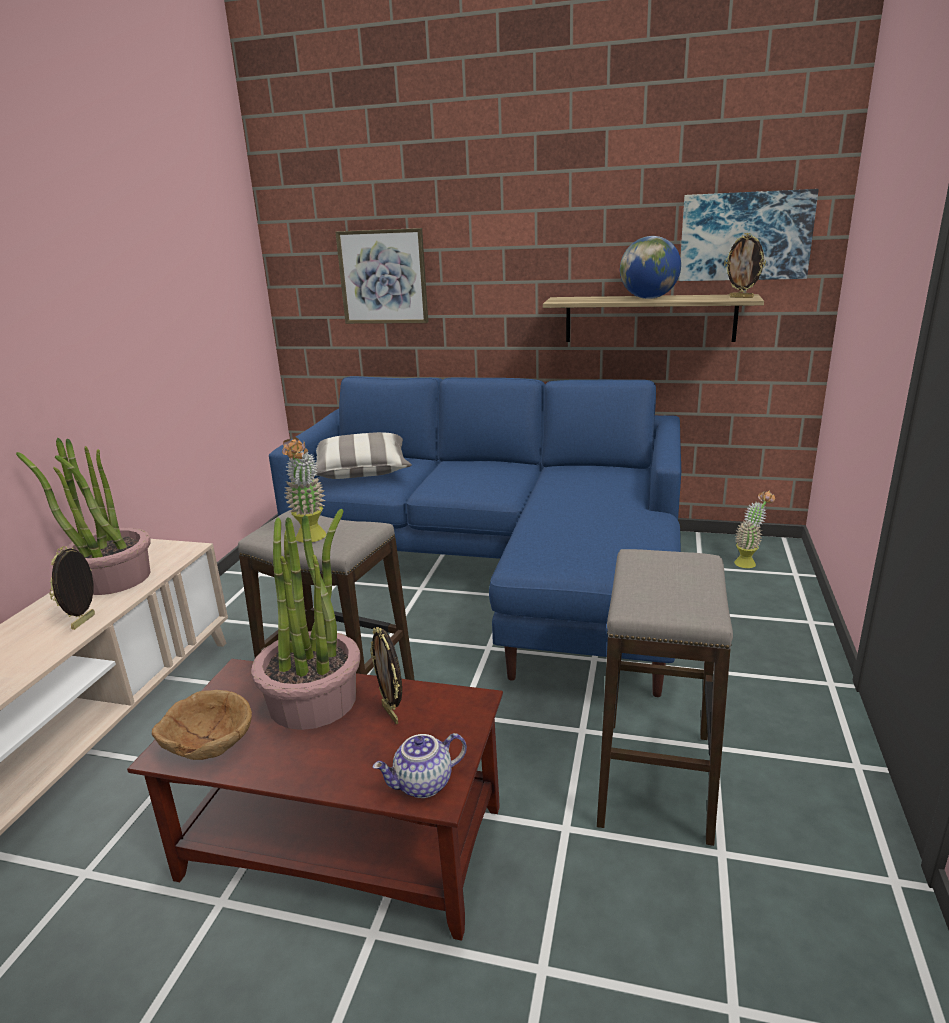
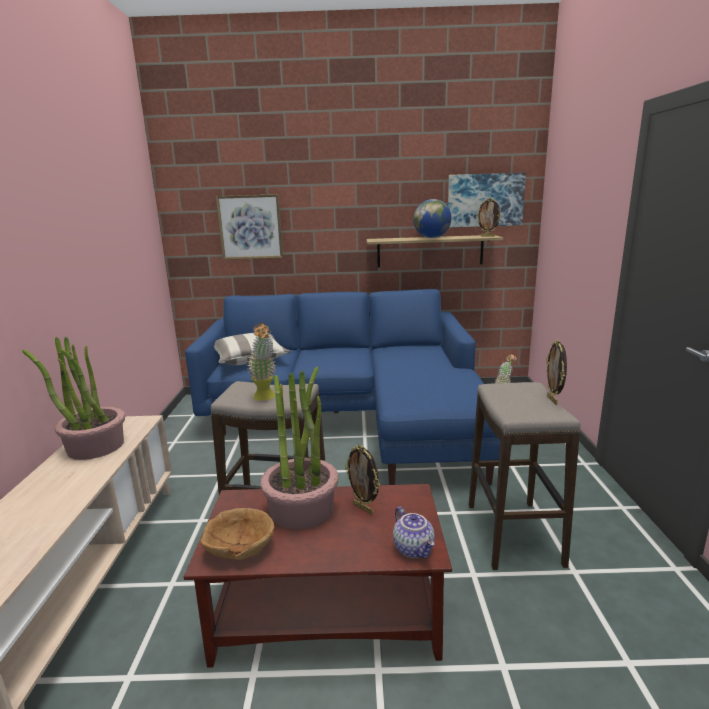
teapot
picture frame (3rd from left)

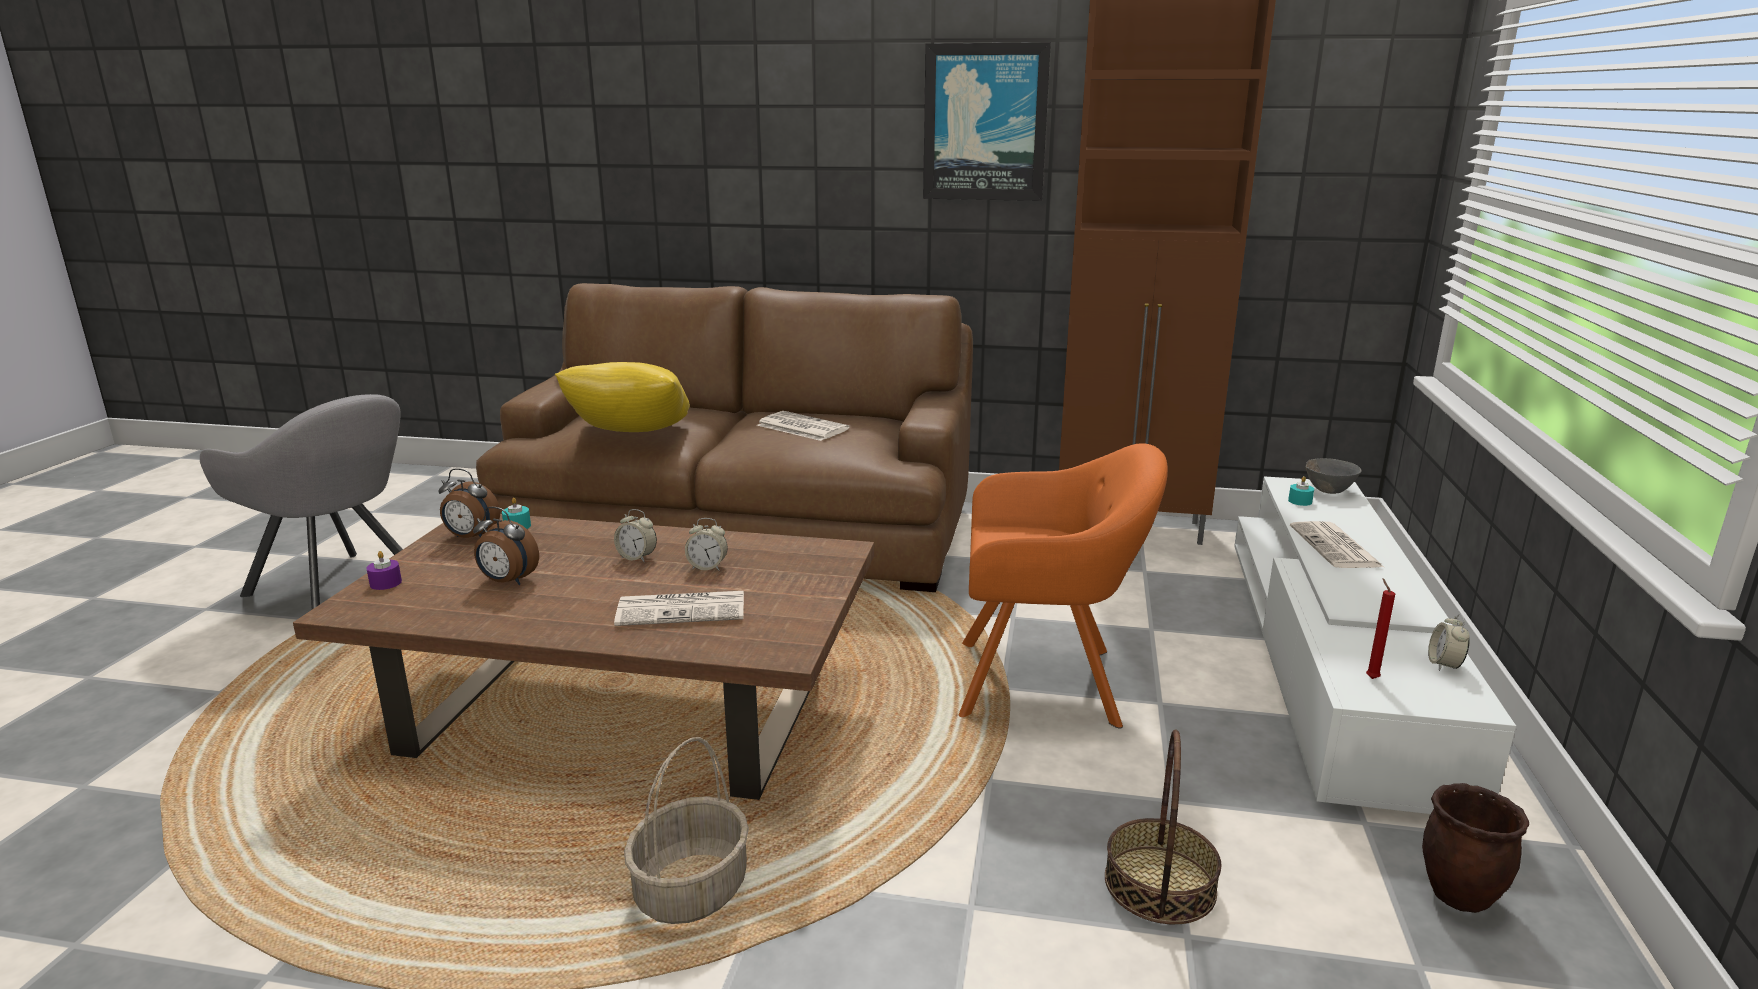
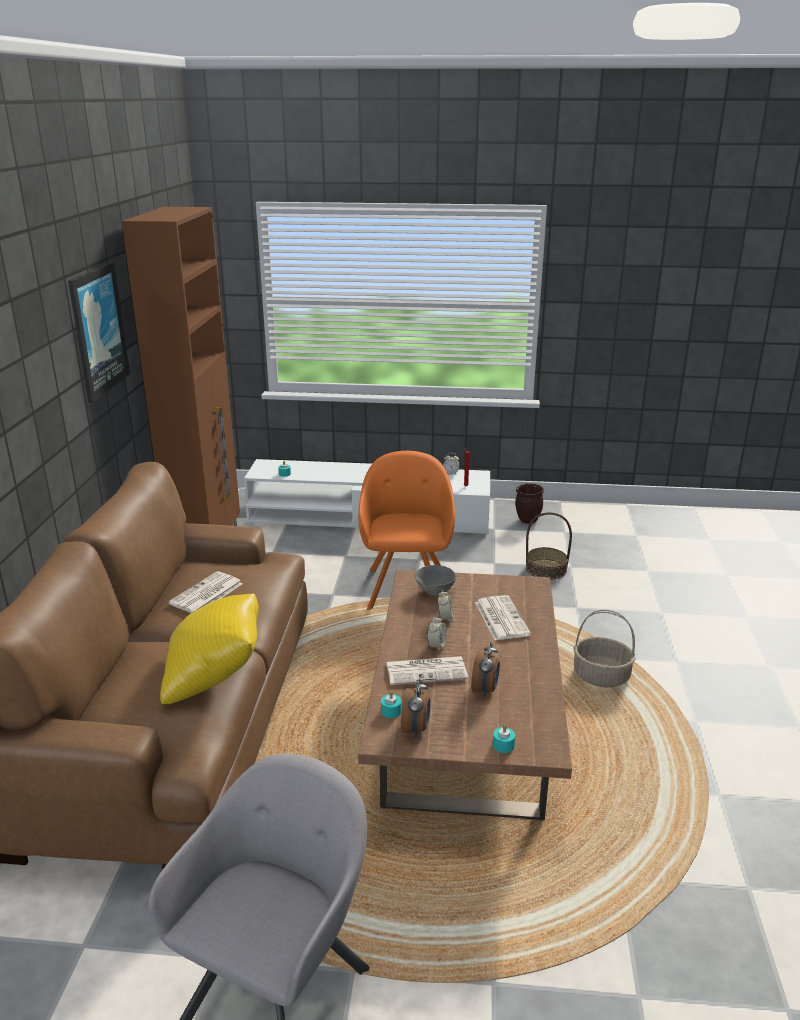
printed paper (2nd from left)
greyish bowl
turquoise-coloured wax light (3rd from left)

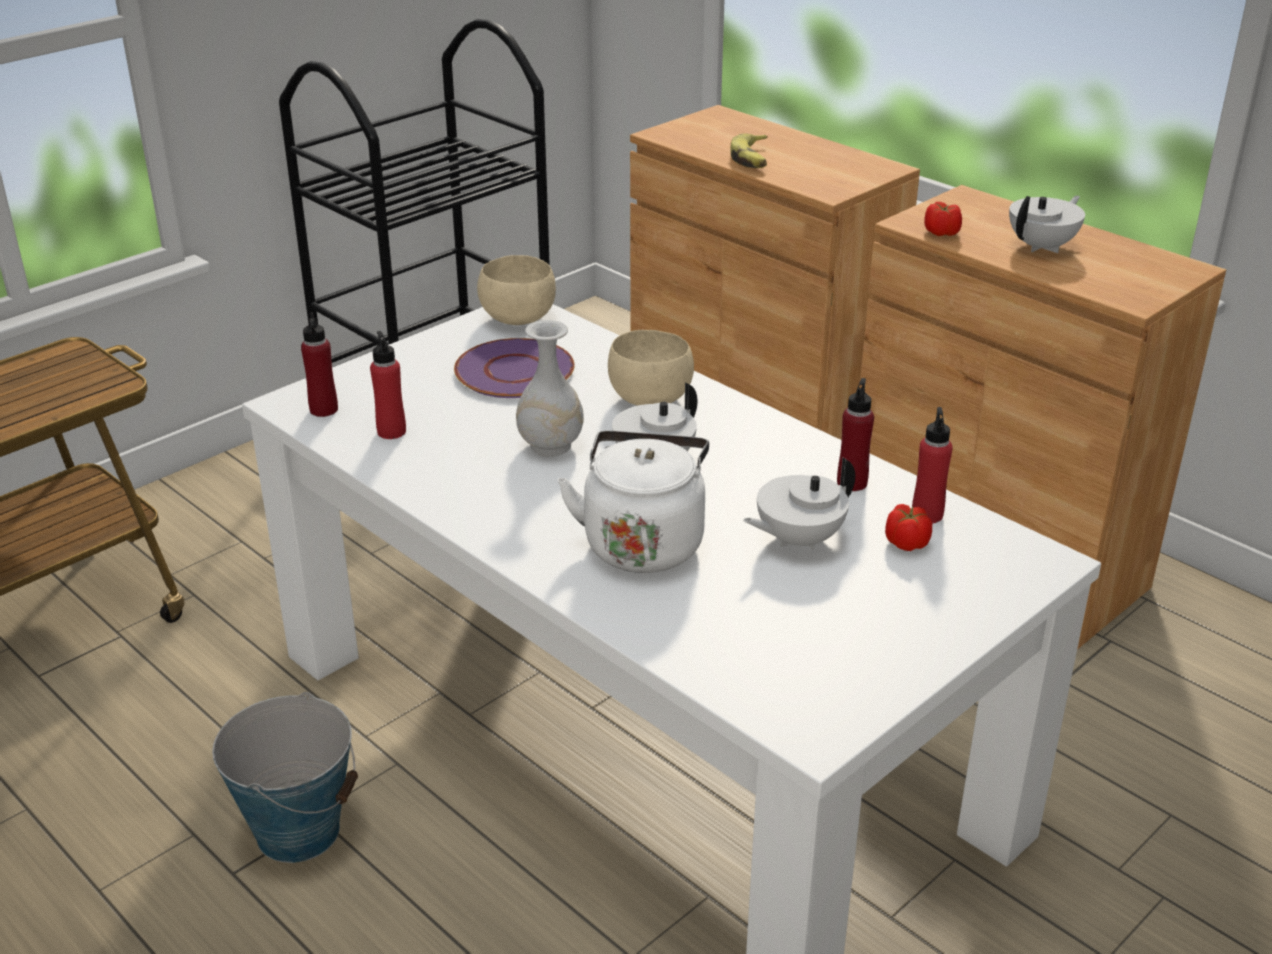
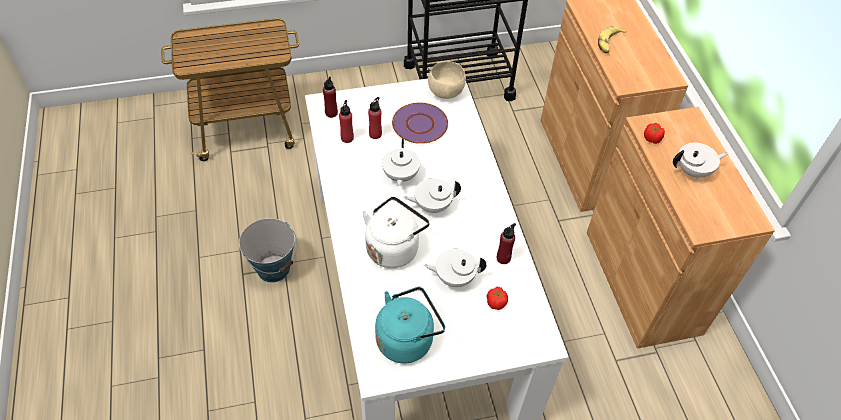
red beverage bottle (3rd from left)
turquoise-coloured tea kettle
white-coloured teapot (1st from left)
beige bowl (2nd from left in the first image)

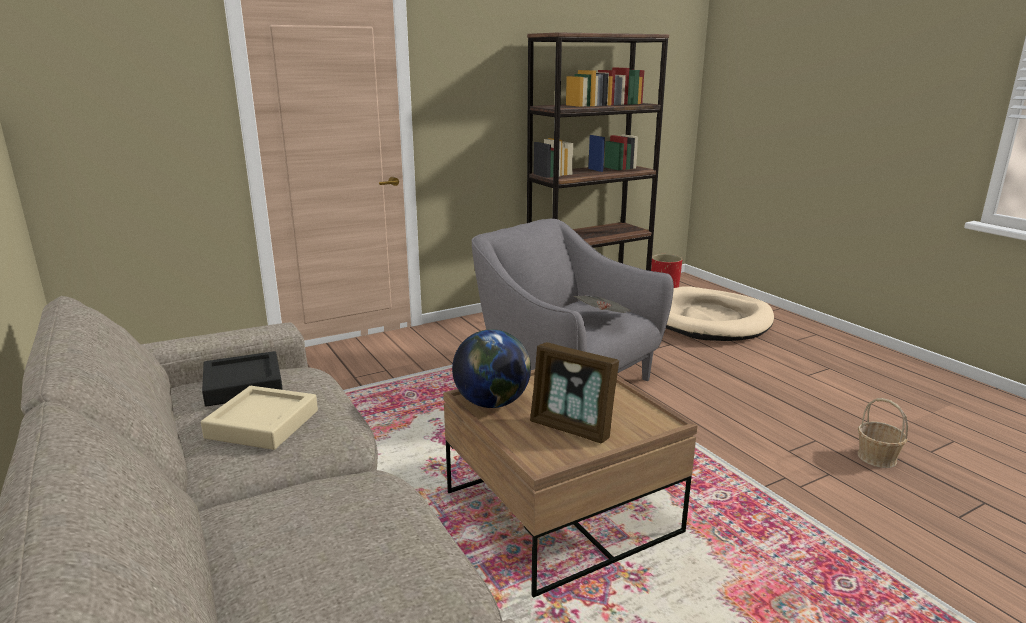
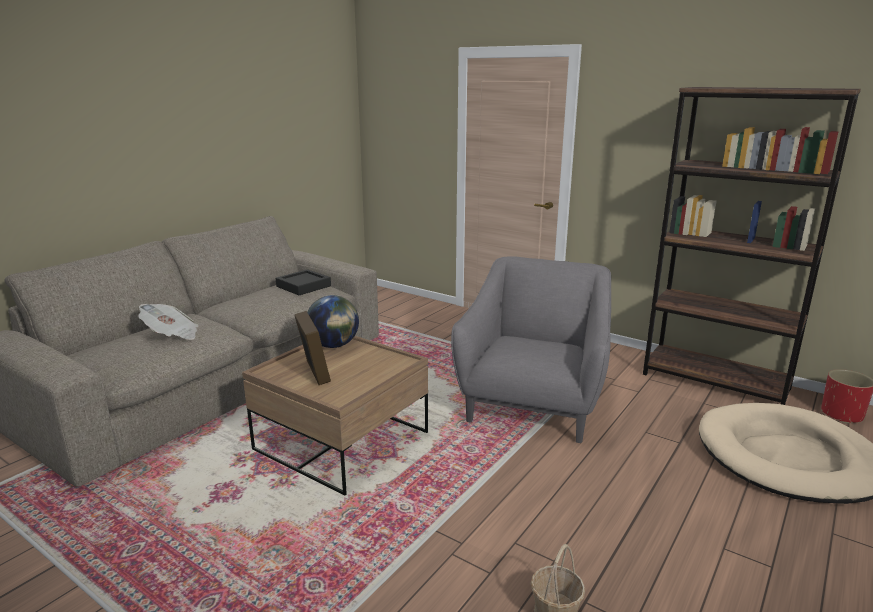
printed paper
picture frame
beige serving tray

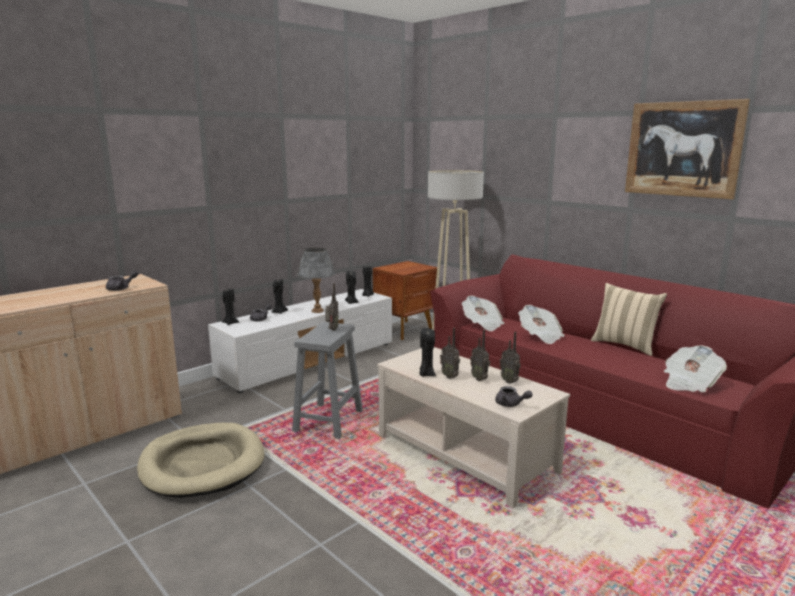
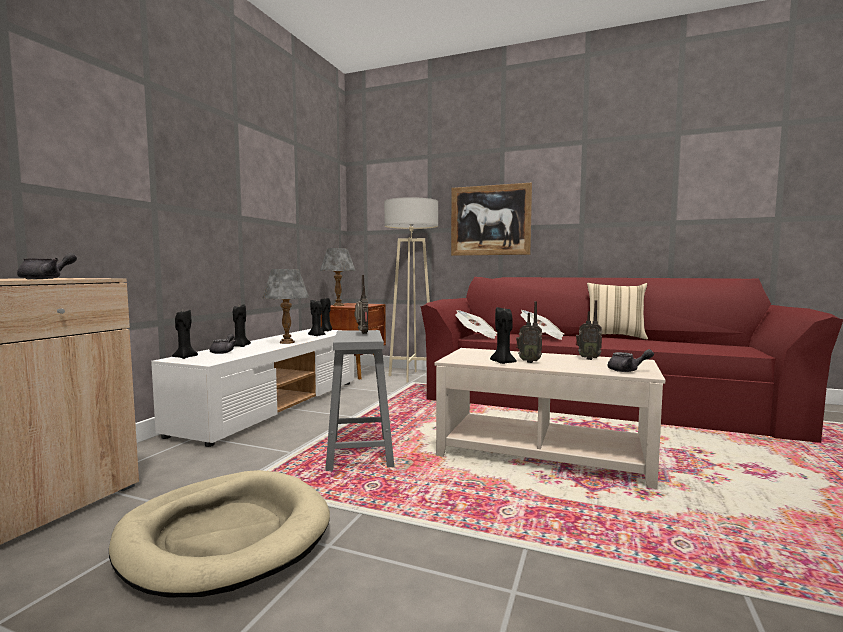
greyish table lamp (2nd from left)
wall picture
radio set (3rd from left in the first image)
printed paper (3rd from left in the first image)

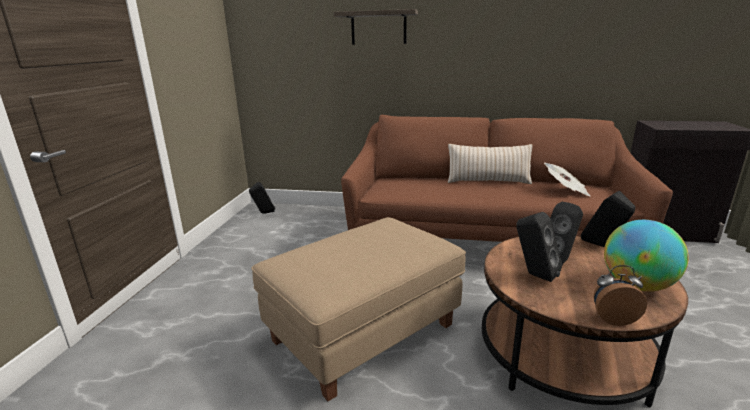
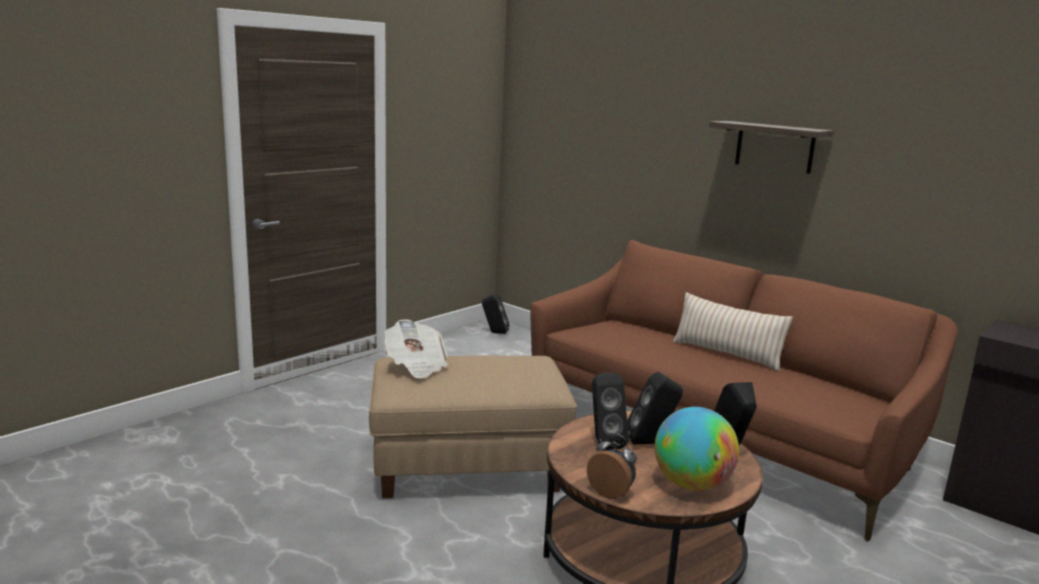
printed paper
wall shelf

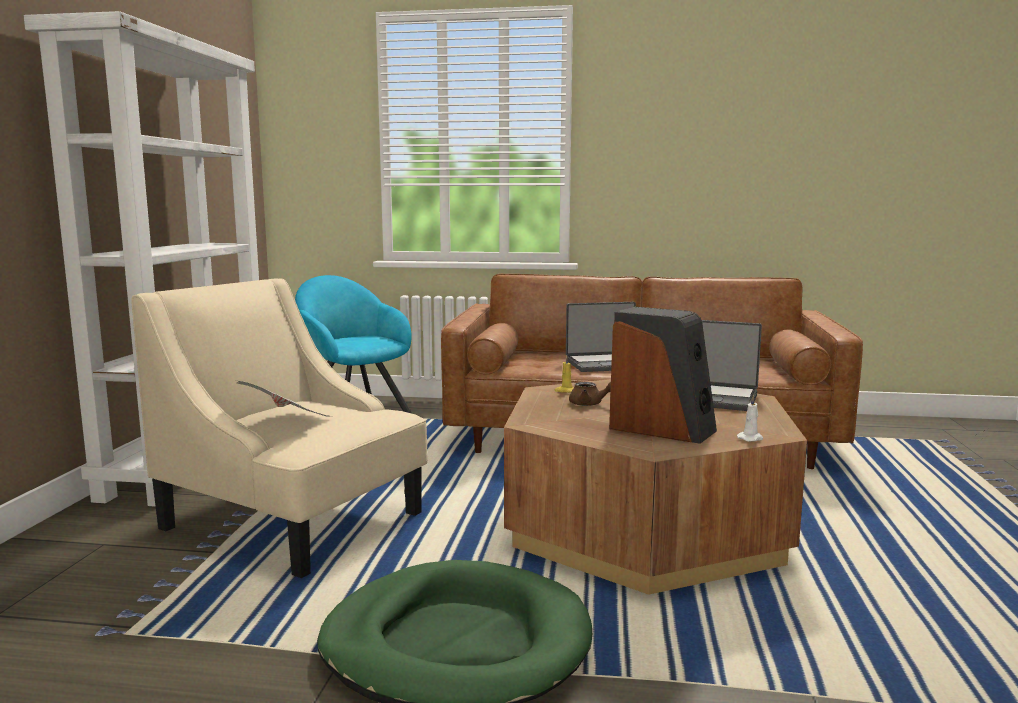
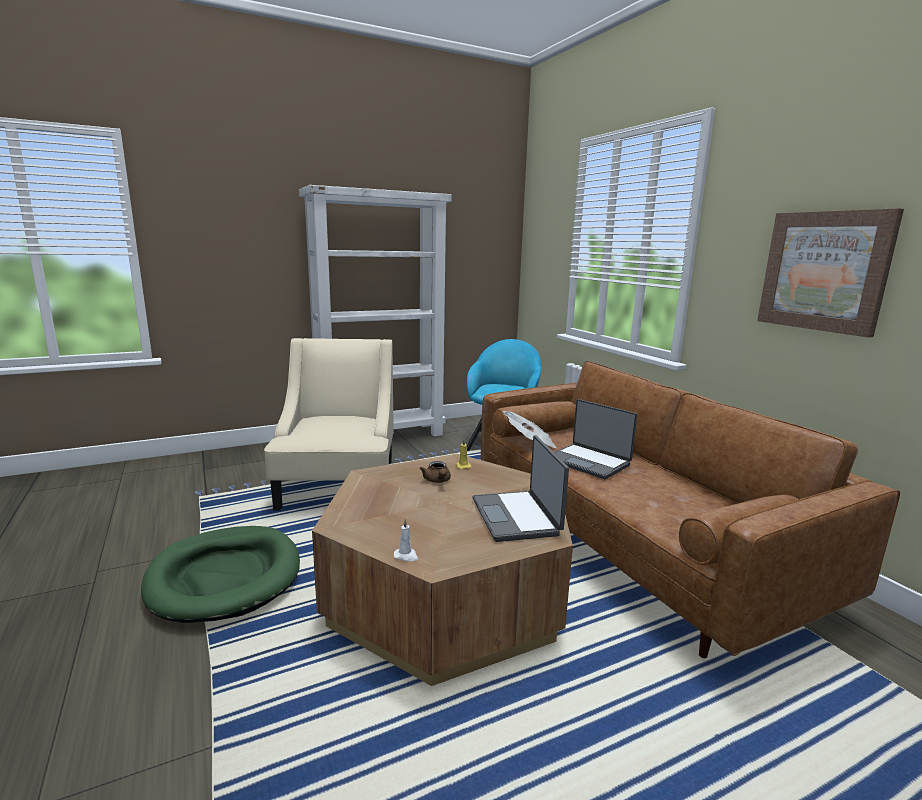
printed paper
wall picture
audio speaker

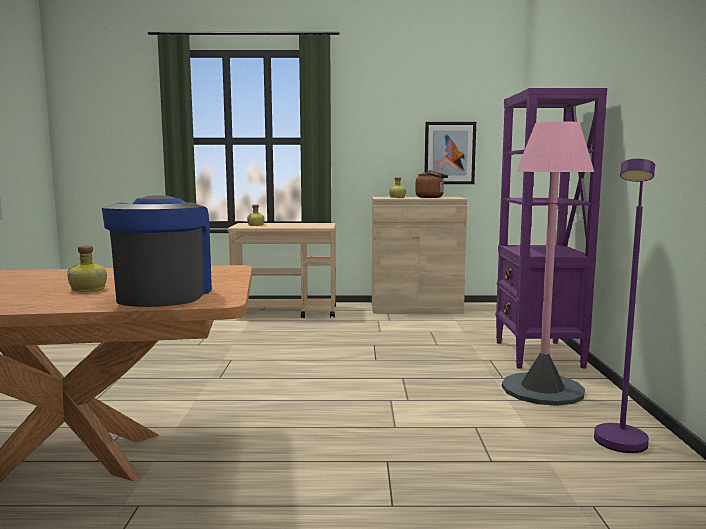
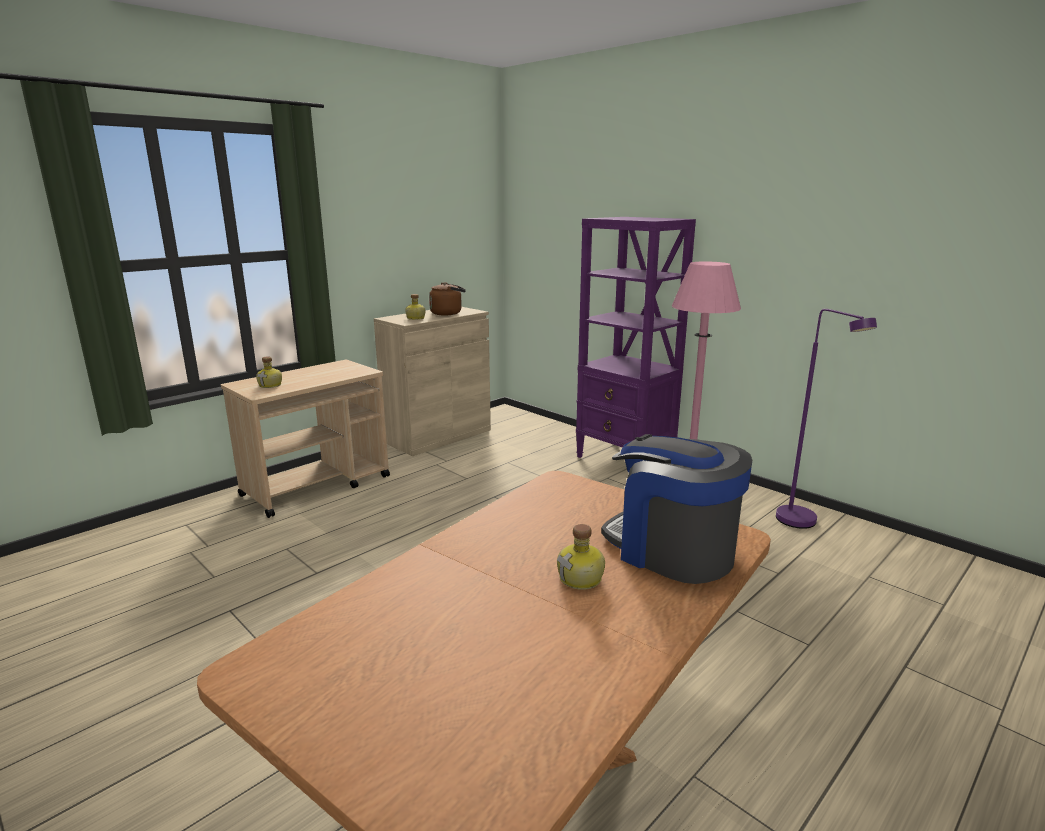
wall picture

